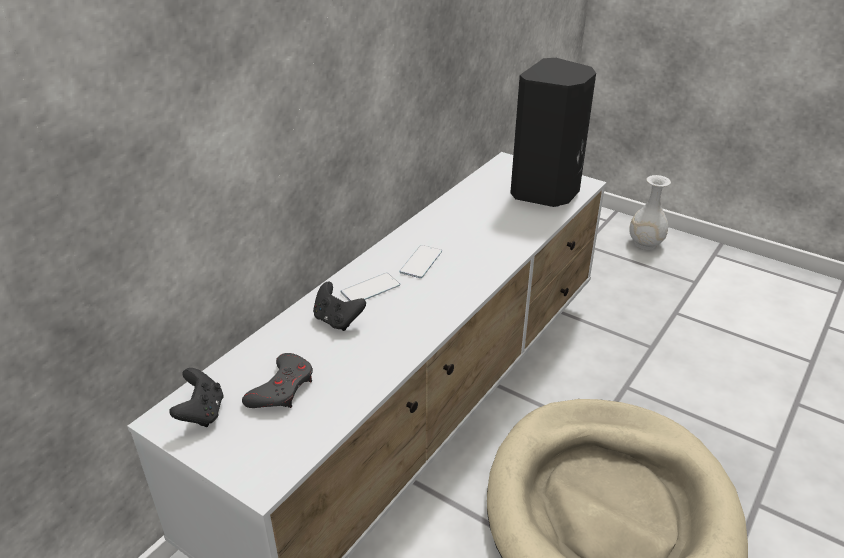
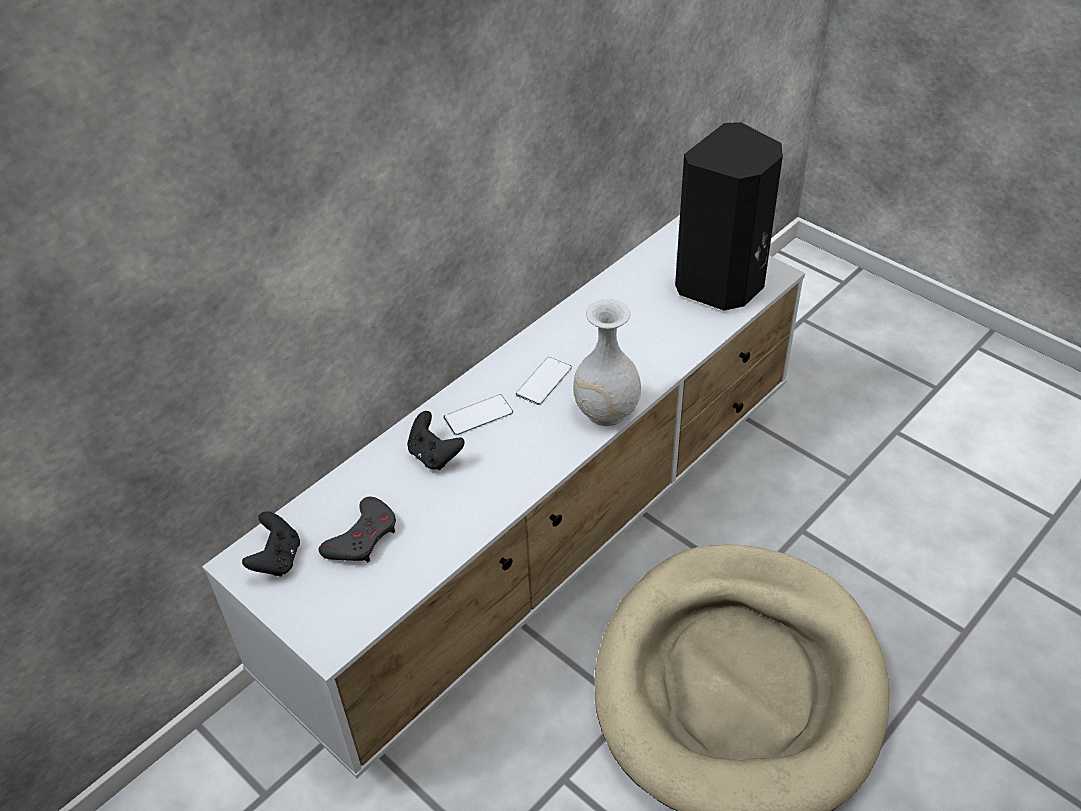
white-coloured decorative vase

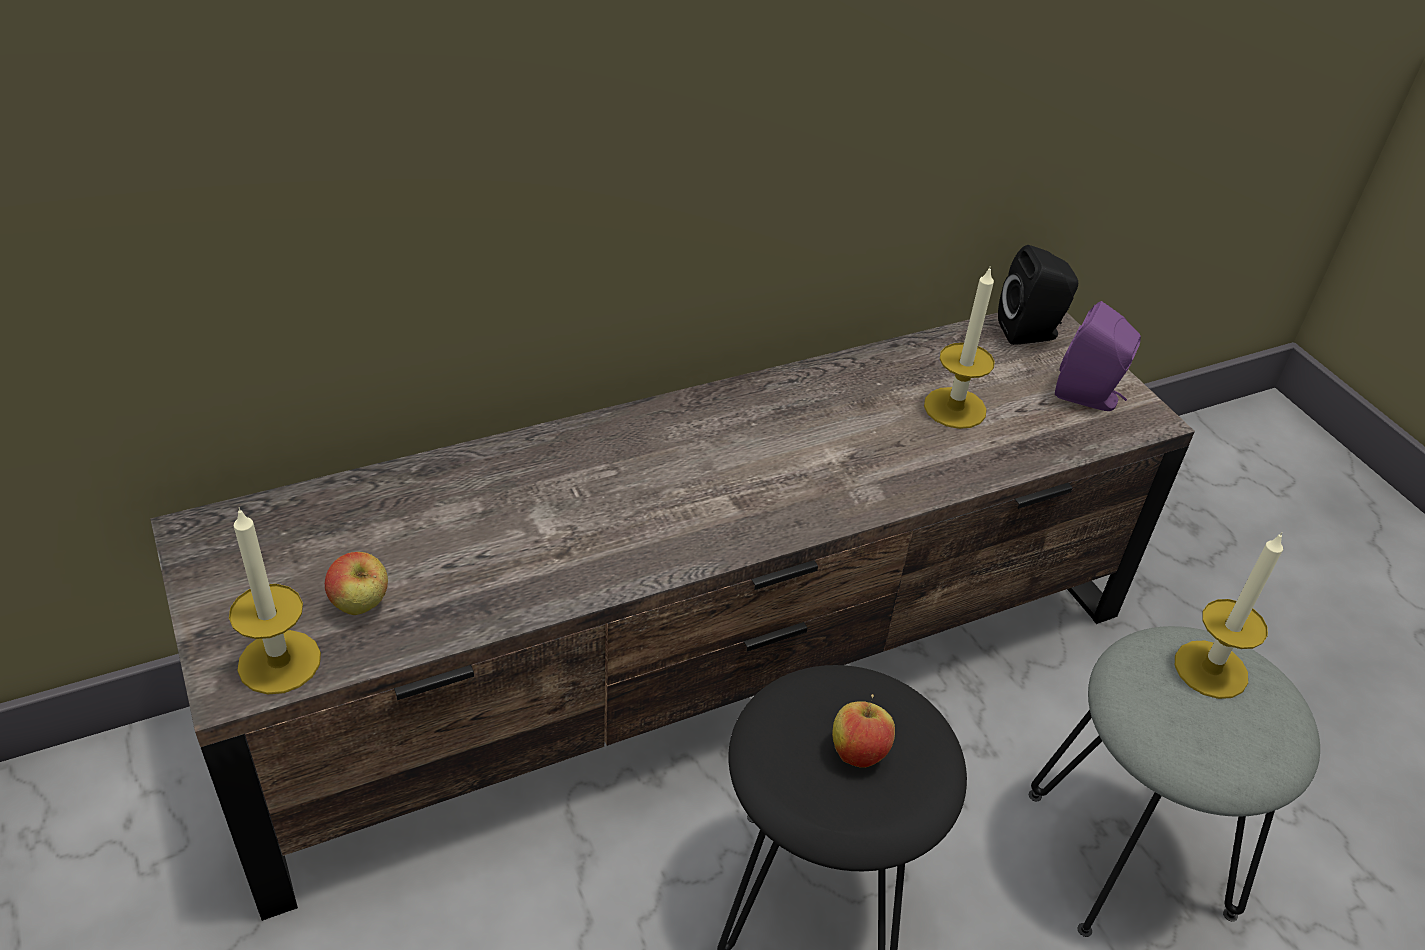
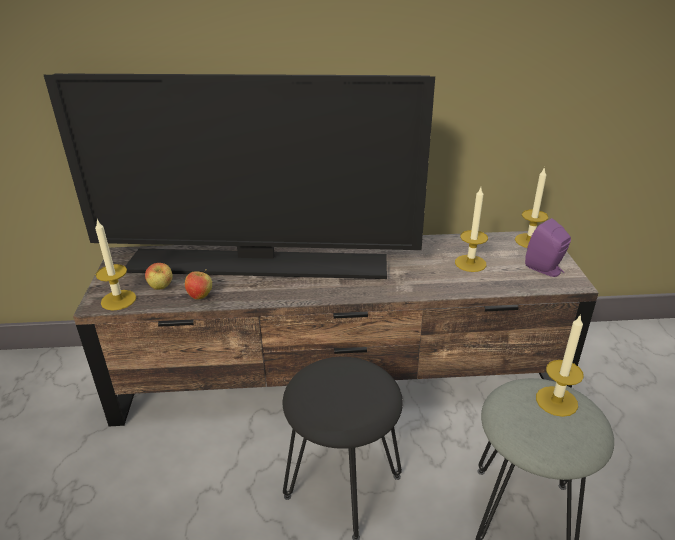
TV set
apple fruit (2nd from left)
wax light (3rd from left)

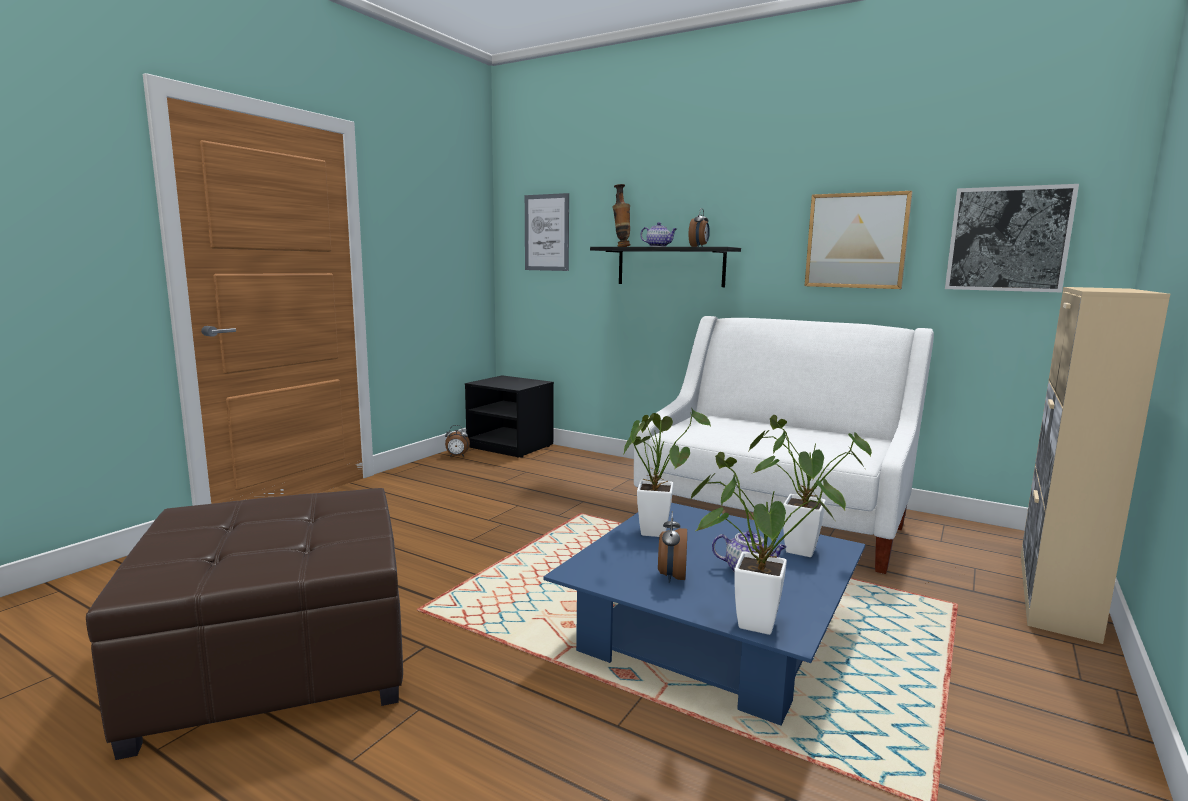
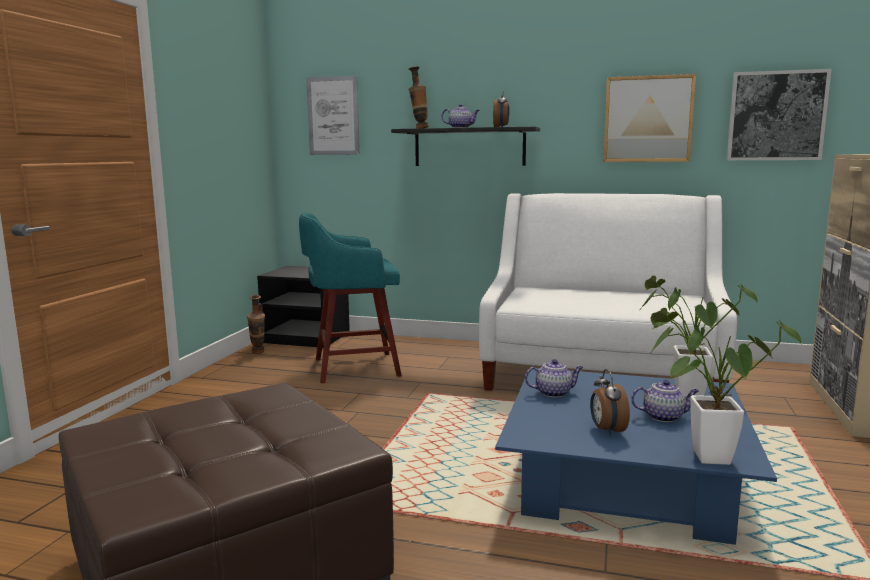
decorative vase (1st from left)
turquoise-coloured sitting stool
teapot (2nd from left)

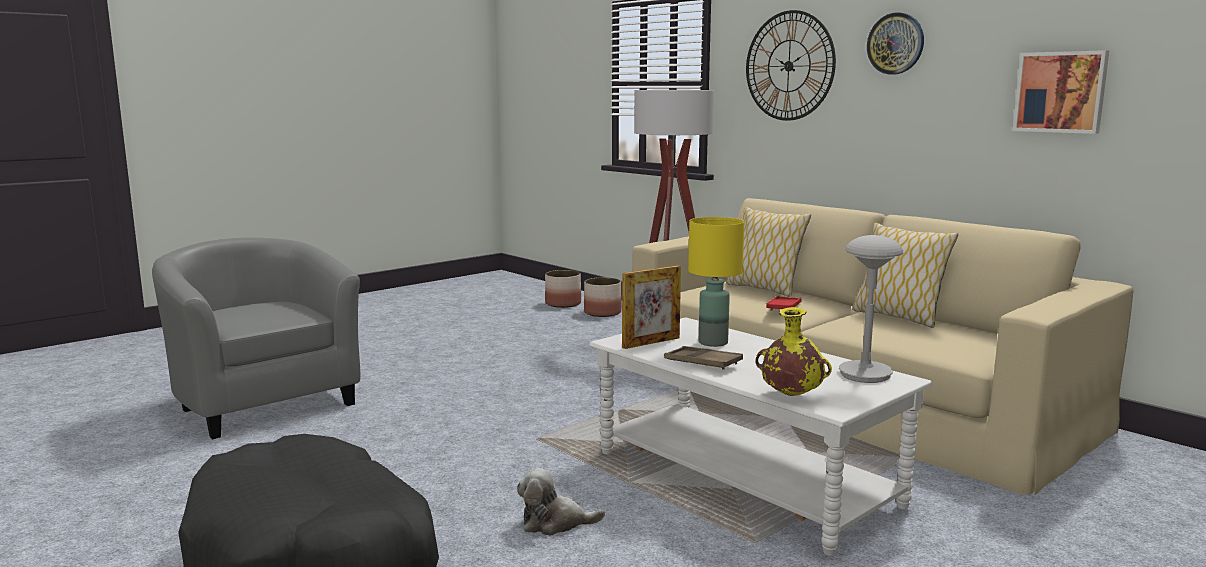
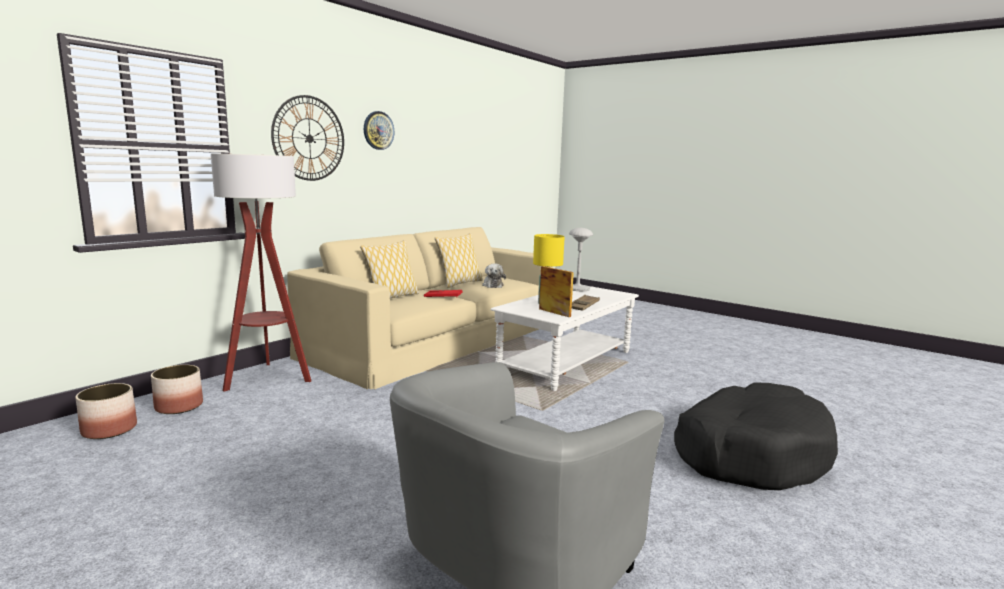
plush toy
yellow decorative vase
wall picture

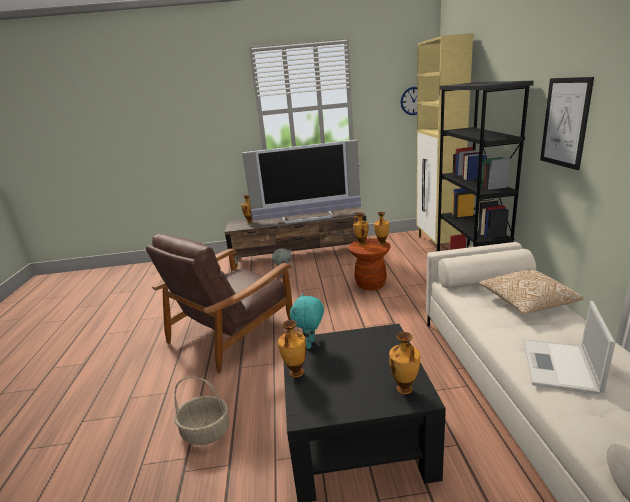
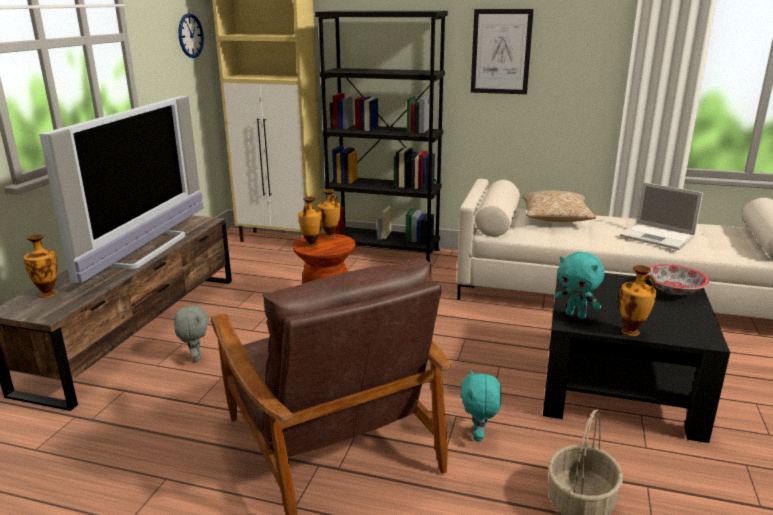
turquoise-coloured plush toy (1st from left)
bowl

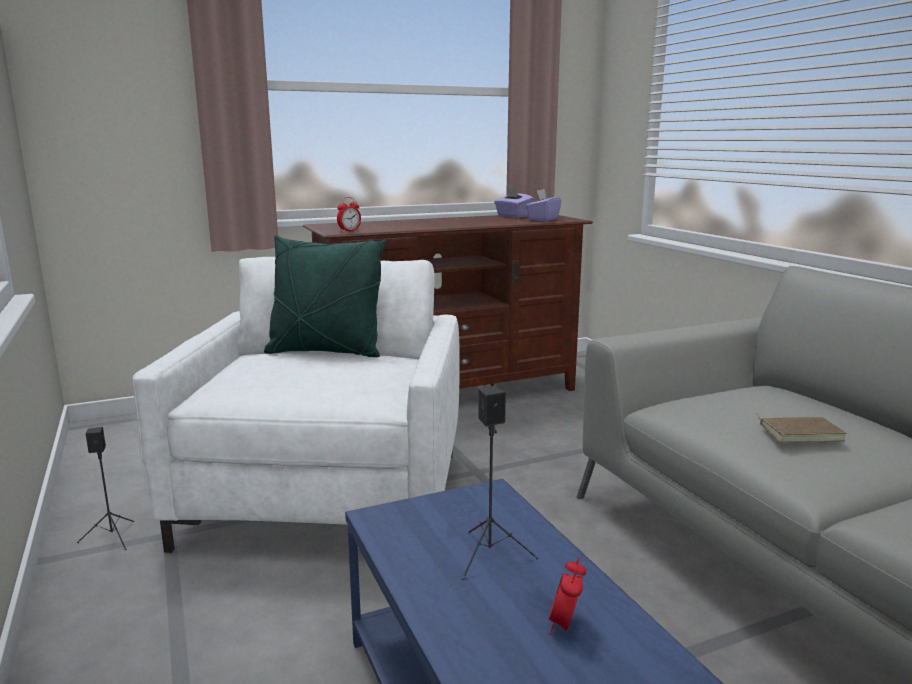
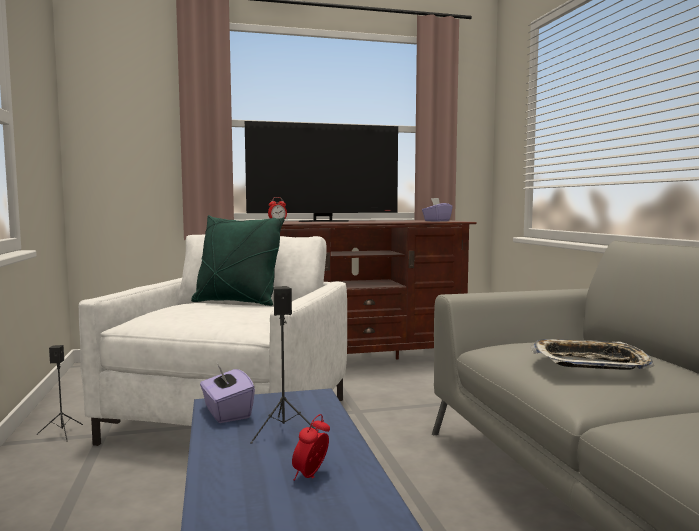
purple-coloured tissue holder (1st from left)
TV set
serving tray

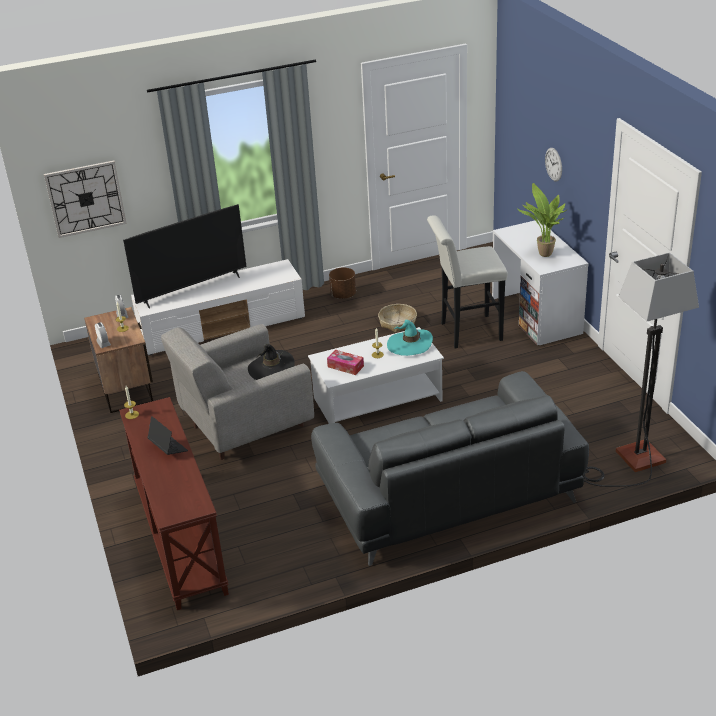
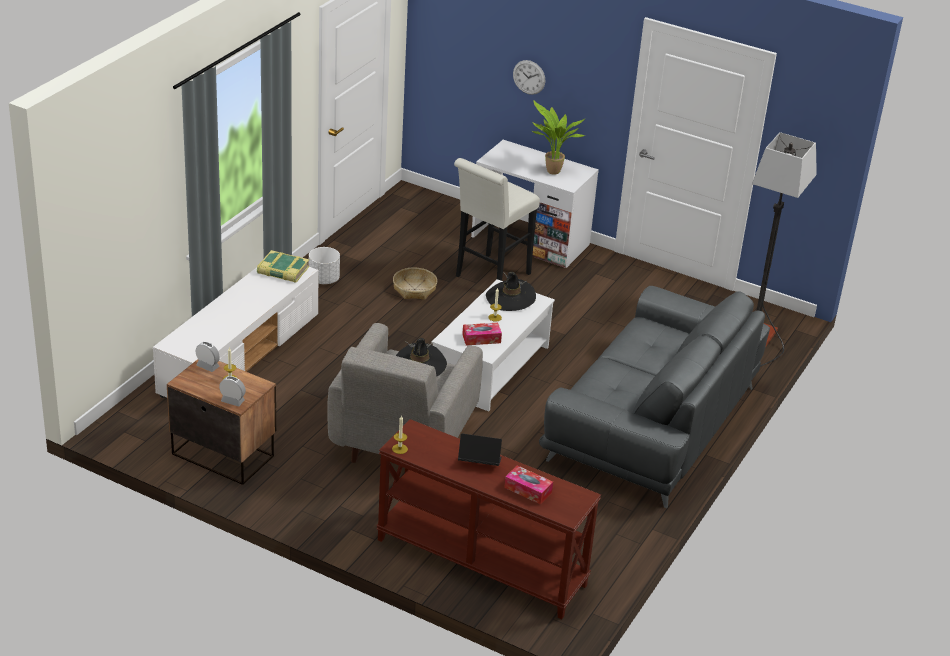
book
white-coloured flower pot
black-coloured hat (2nd from left)
tissue holder (2nd from left)
clock on the wall (1st from left in the first image)
TV set

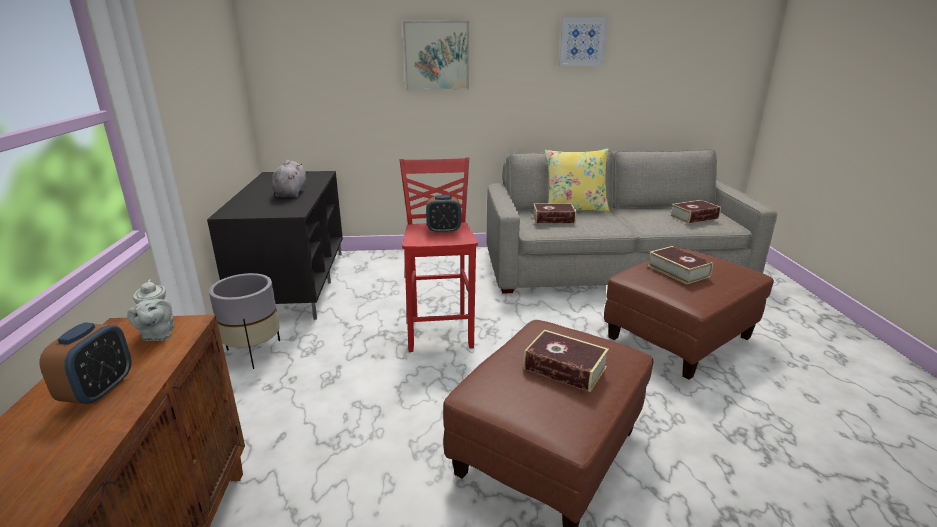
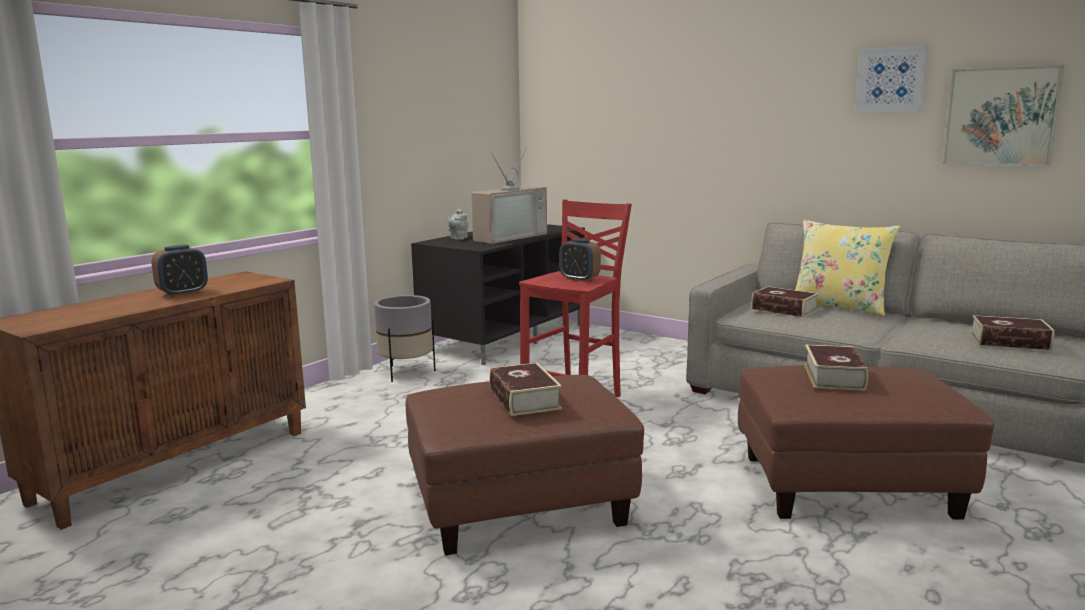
greyish teapot
TV set
wall picture (2nd from left)

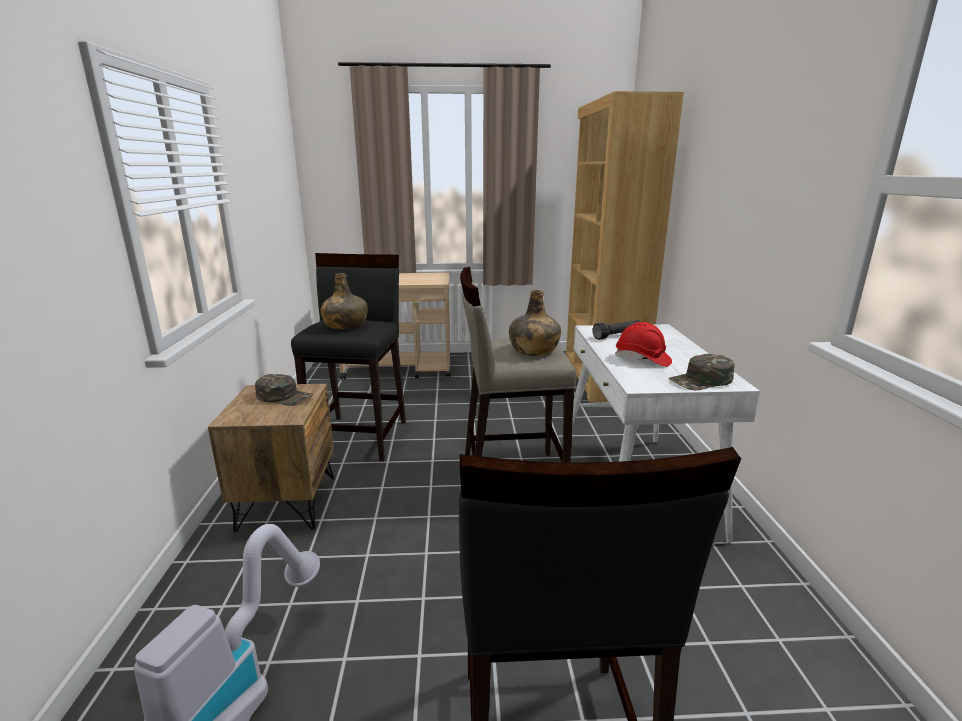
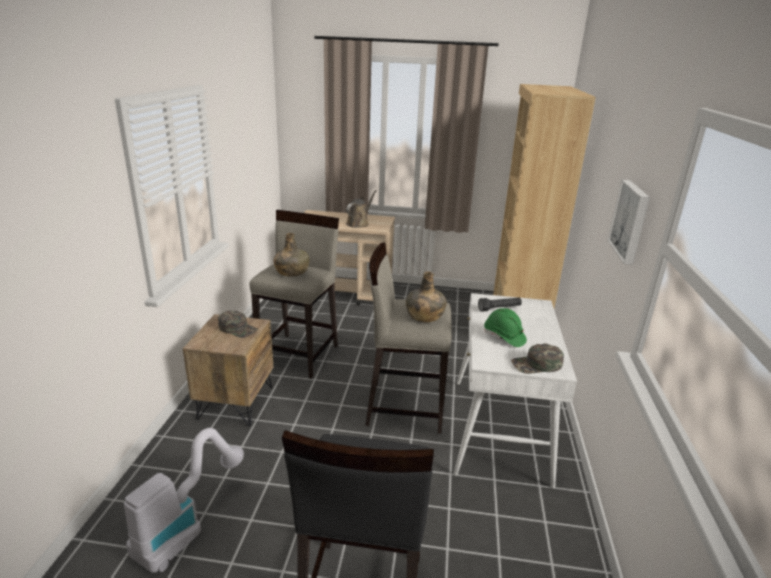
beige sitting stool (1st from left)
brown sprinkling can
greenish safety helmet
wall picture

